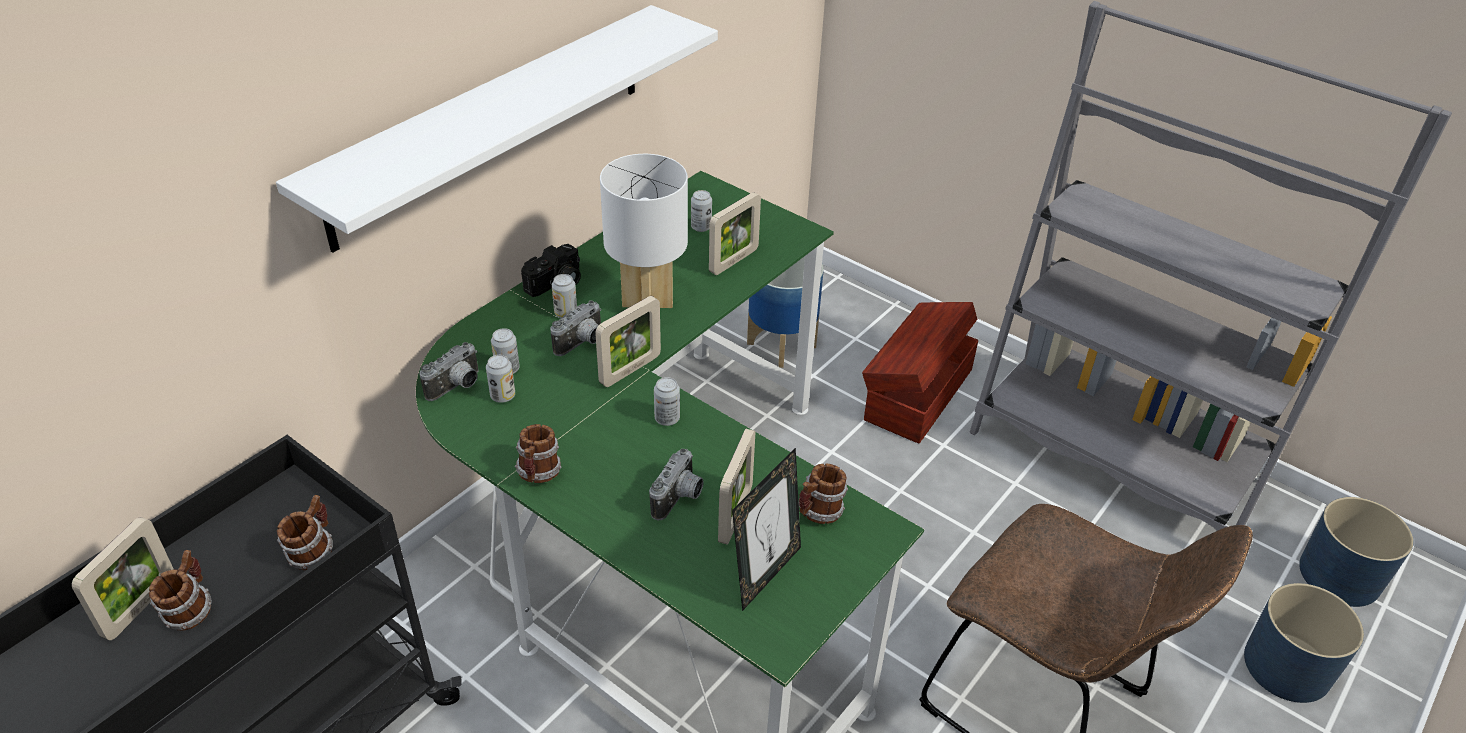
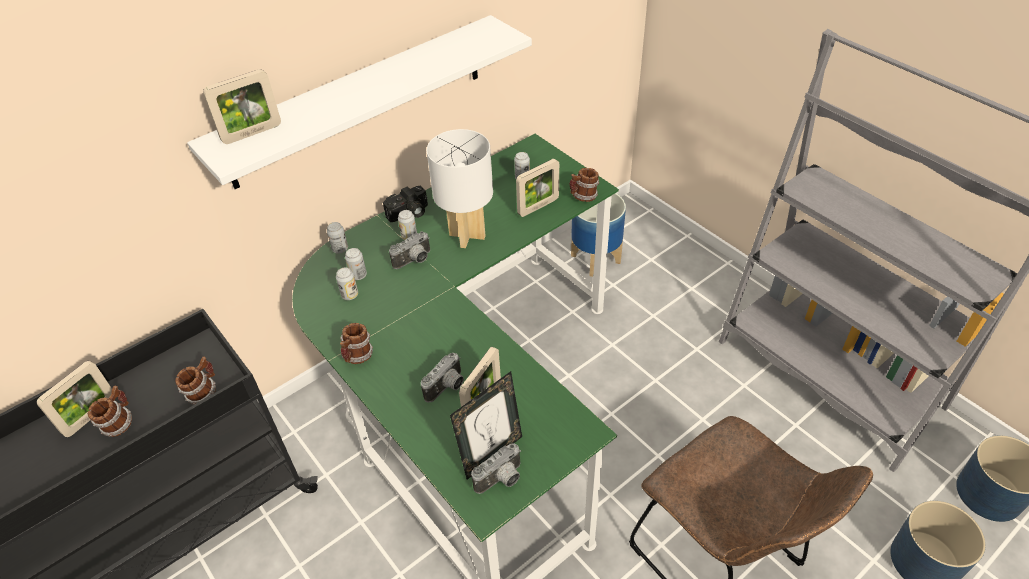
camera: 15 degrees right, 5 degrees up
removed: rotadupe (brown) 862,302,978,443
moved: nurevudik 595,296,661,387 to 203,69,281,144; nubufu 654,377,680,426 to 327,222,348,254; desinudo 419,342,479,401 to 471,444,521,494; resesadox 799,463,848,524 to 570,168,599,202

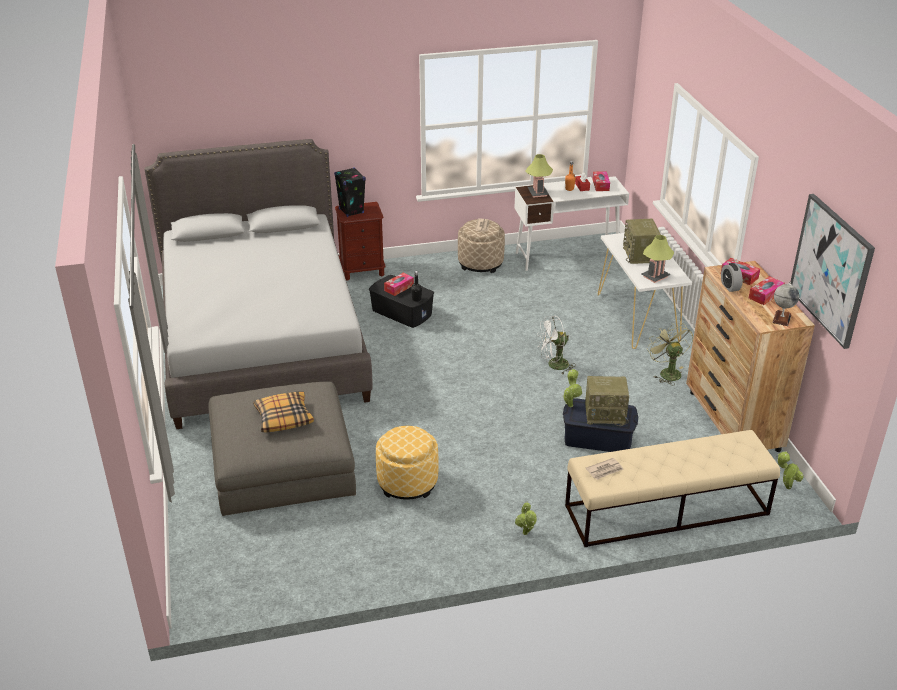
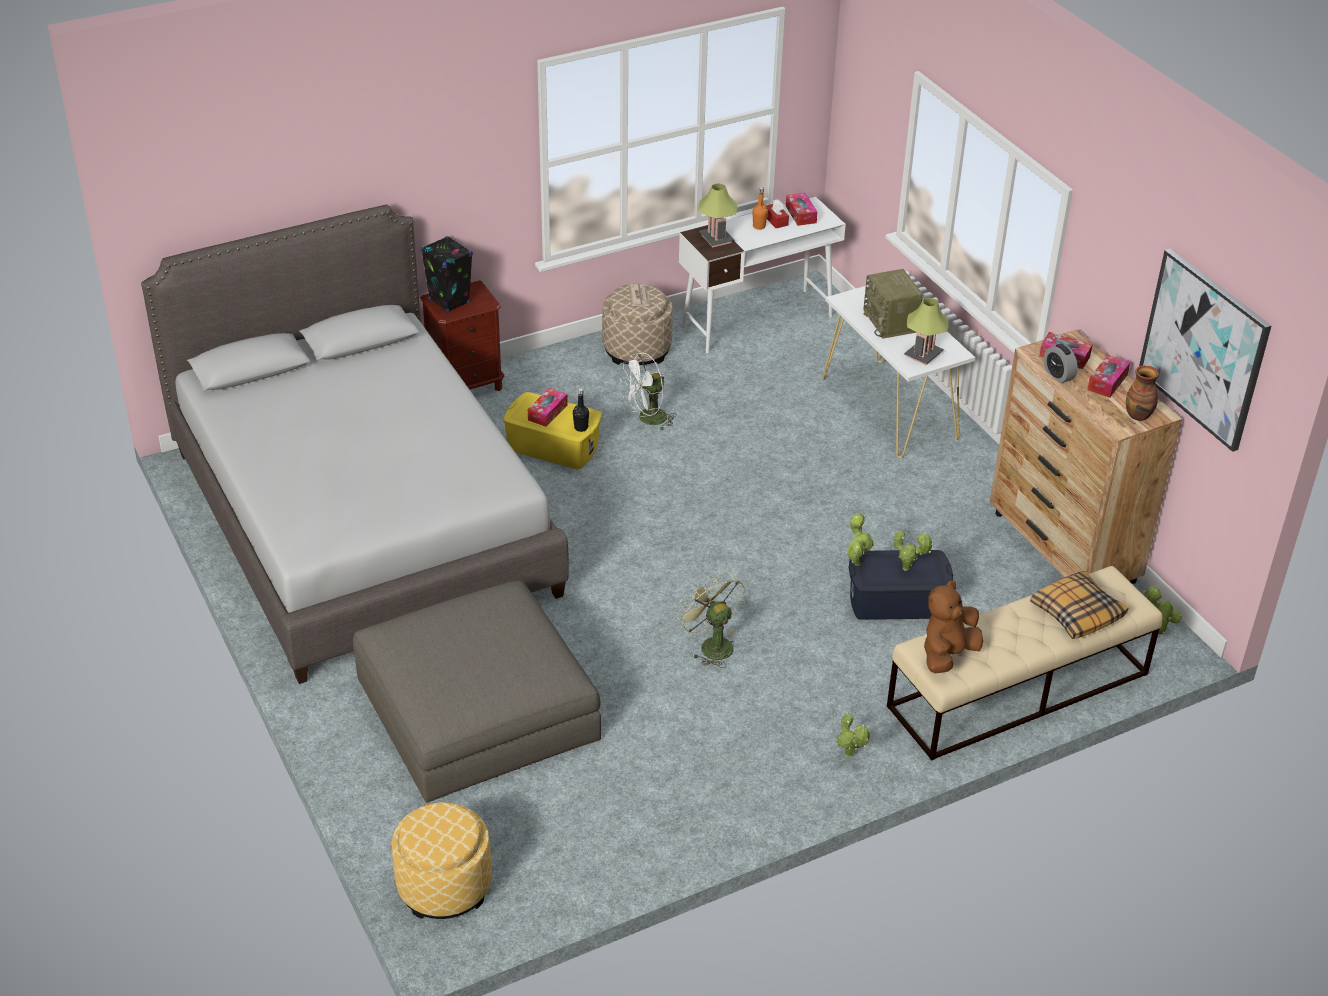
camera: 15 degrees left, 5 degrees up
moved: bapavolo 376,426,439,500 to 392,802,491,919; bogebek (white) 538,316,575,375 to 620,352,677,431; bogebek (green) 647,323,693,385 to 677,572,744,668; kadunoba 253,391,314,432 to 1030,571,1128,639
replaced: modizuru 585,376,629,426 to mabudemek 894,530,934,571; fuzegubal 586,458,623,480 to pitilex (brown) 924,581,983,674; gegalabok 772,282,799,326 to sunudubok 1126,365,1159,421
recoloured: rotadupe (black) 369,275,434,328 to rotadupe (yellow) 503,392,602,470

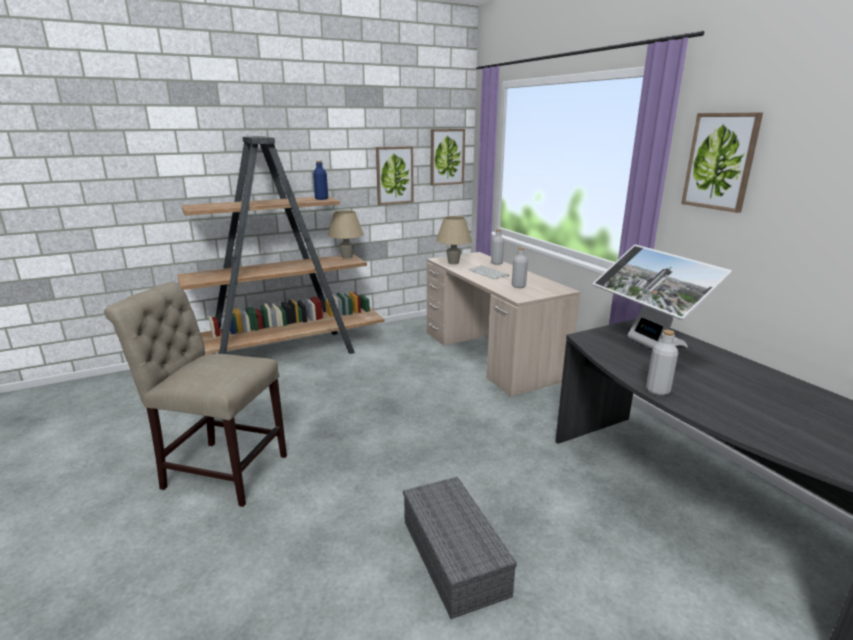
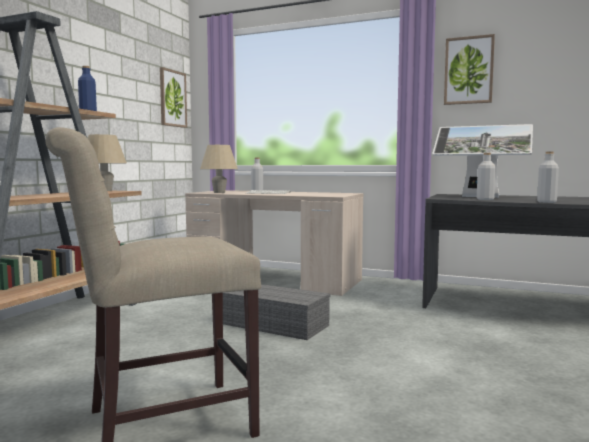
camera: 40 degrees left, 15 degrees down
removed: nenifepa 376,146,414,205
moved: rotadupe (grey) 403,477,517,619 to 223,284,330,340; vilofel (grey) 512,247,528,288 to 477,153,496,200

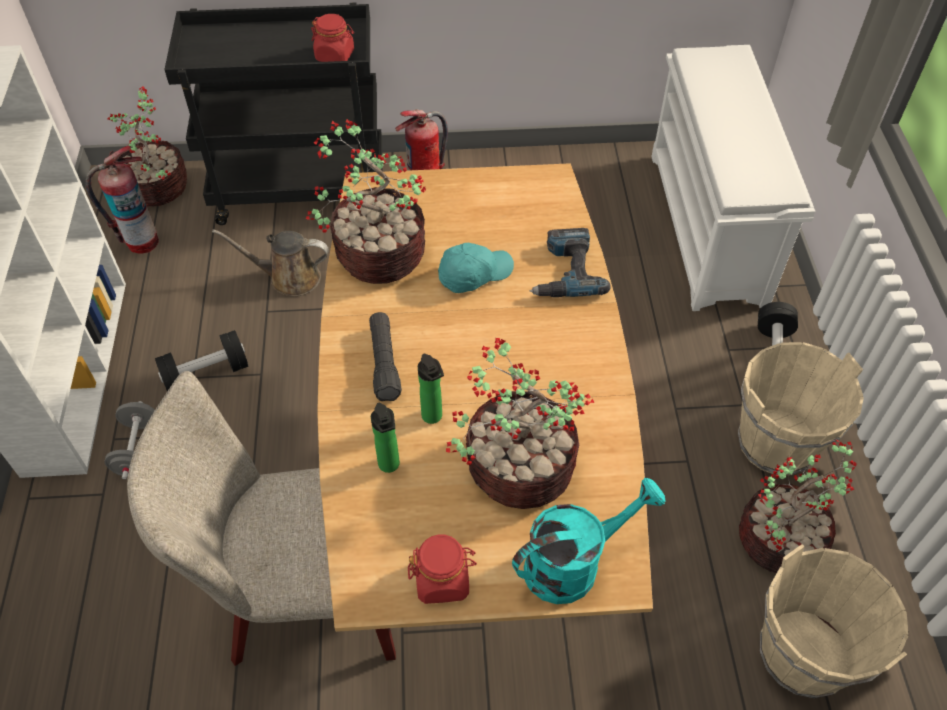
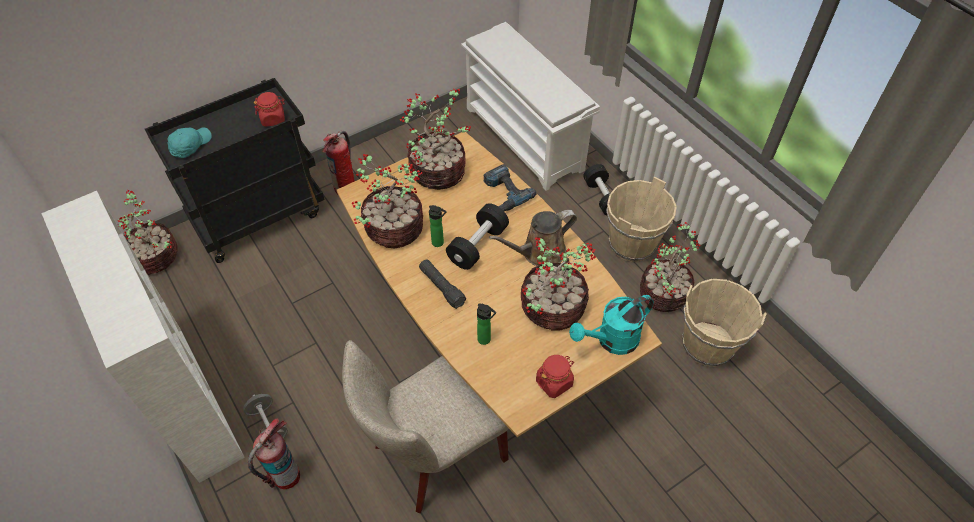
camera: 30 degrees left, 0 degrees up
added: mabudemek 400,89,471,190
moved: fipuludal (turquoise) 438,243,514,293 to 167,127,212,158; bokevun 86,146,159,254 to 248,418,300,489; vilofel 418,354,444,424 to 429,205,446,247; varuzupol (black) 155,330,249,391 to 446,203,509,270; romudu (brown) 212,229,329,297 to 489,210,577,266
turned: romudu (turquoise) 512,478,665,604 = 569,295,654,355 150 degrees counterclockwise

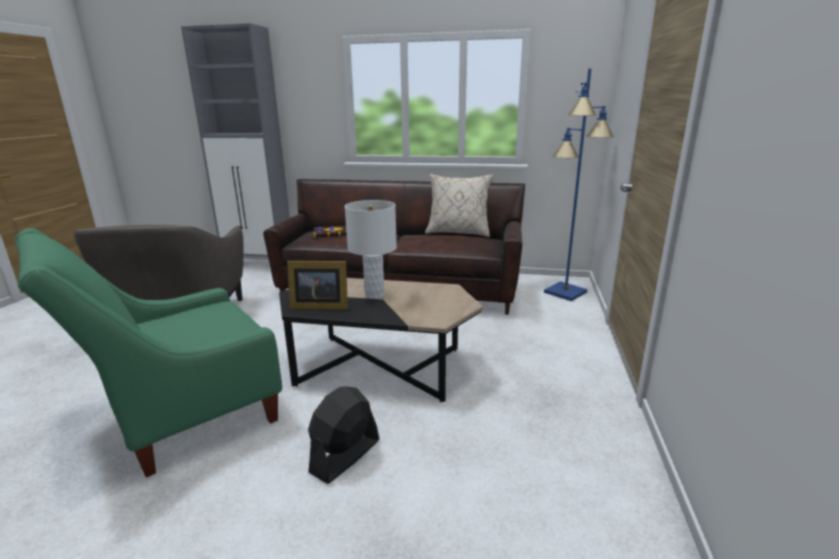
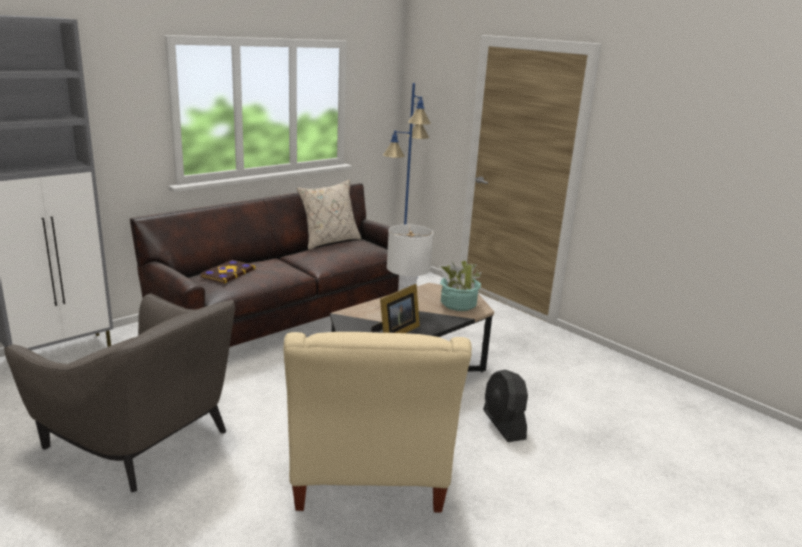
camera: 55 degrees left, 0 degrees up
added: mabudemek 439,260,481,311
recoloured: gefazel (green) 15,228,282,477 to gefazel (beige) 283,332,472,513

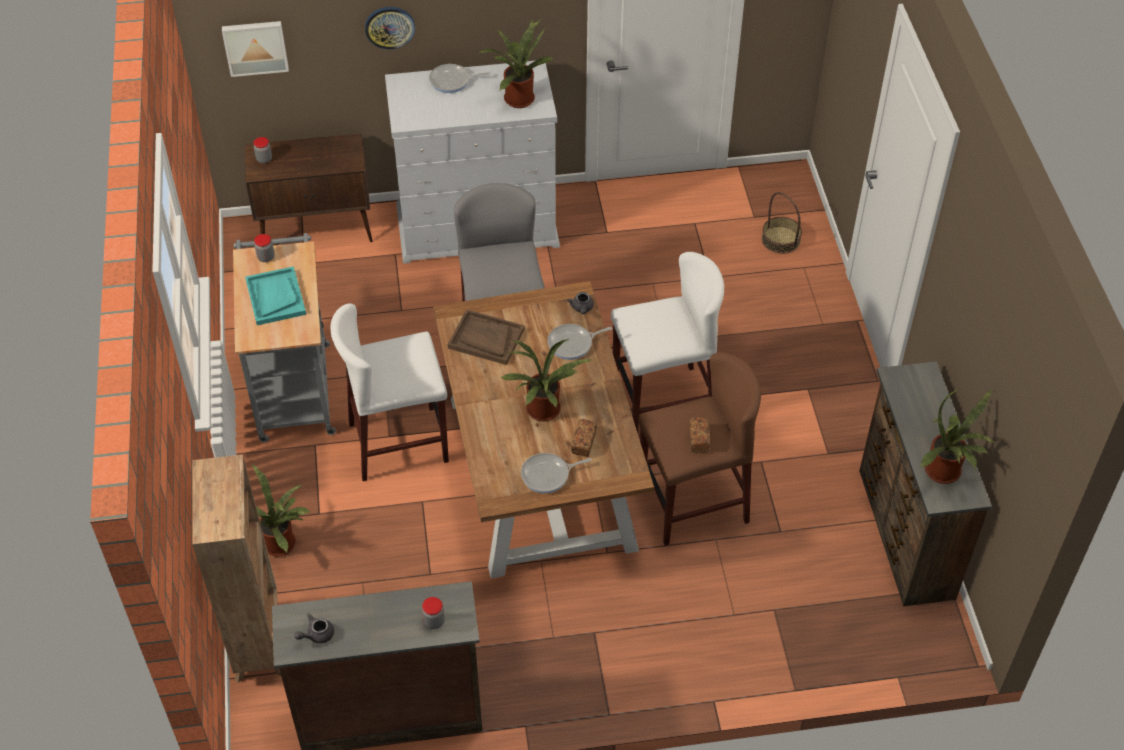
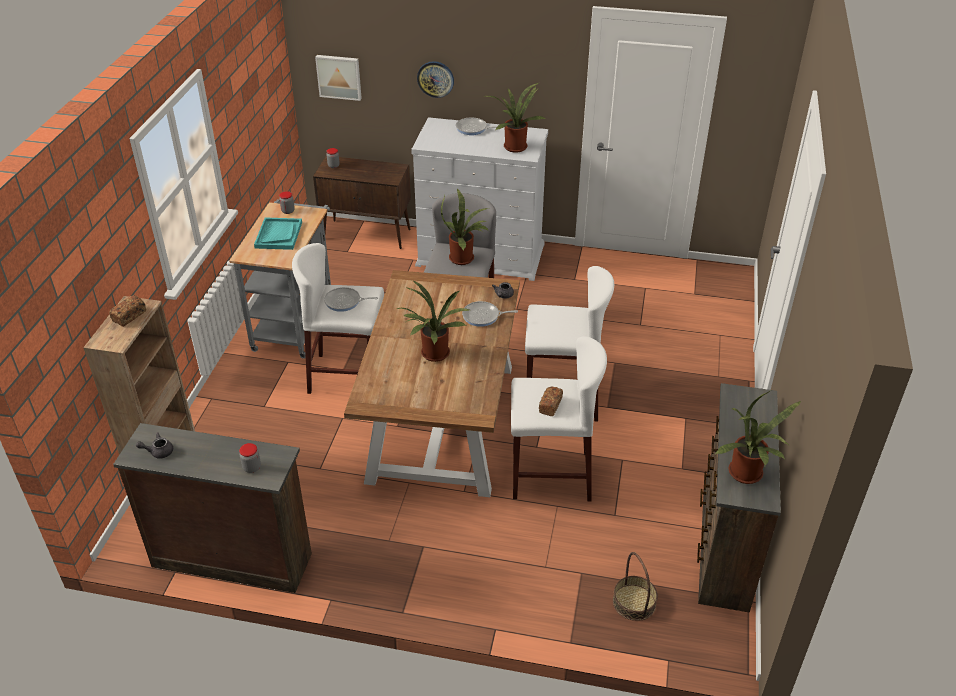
camera: 20 degrees right, 10 degrees down
removed: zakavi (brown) 447,309,525,365
moved: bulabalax 571,419,597,457 to 109,295,146,327; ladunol 521,453,591,493 to 324,287,378,312; mabudemek 252,464,311,556 to 441,189,489,265; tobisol 762,192,802,254 to 613,552,658,621
recoloured: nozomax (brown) 638,352,761,546 to nozomax (white) 511,336,607,502

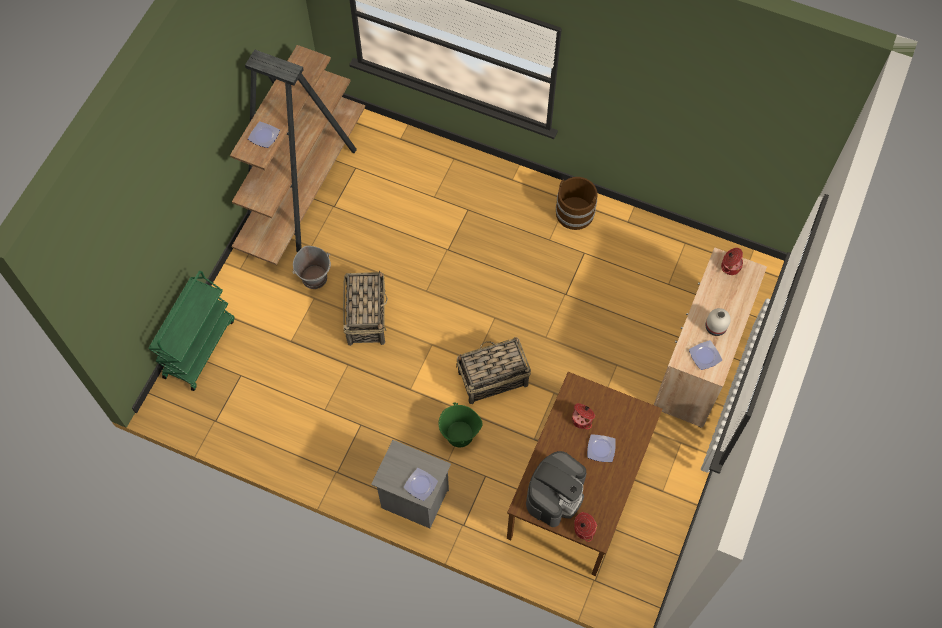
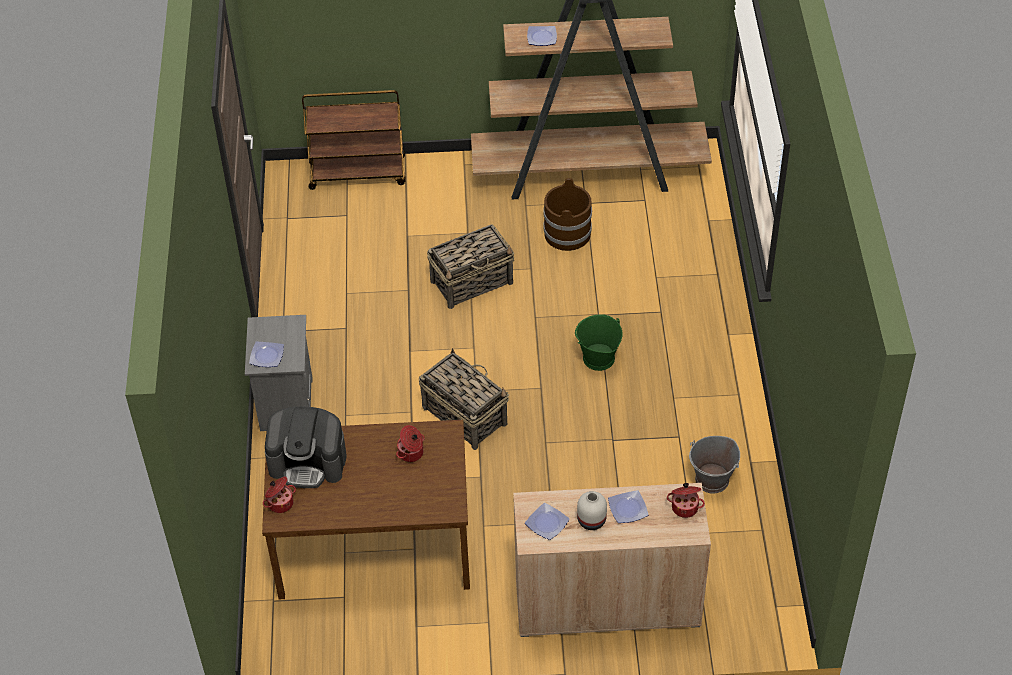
camera: 65 degrees right, 15 degrees down
moved: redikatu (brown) 556,177,598,230 to 543,178,592,251; redikatu (green) 439,403,483,447 to 575,314,623,371; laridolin 587,434,616,462 to 608,490,648,523; redikatu (grey) 293,246,331,289 to 689,436,740,494
recoloured: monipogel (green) 148,271,235,391 to monipogel (brown) 302,90,406,190

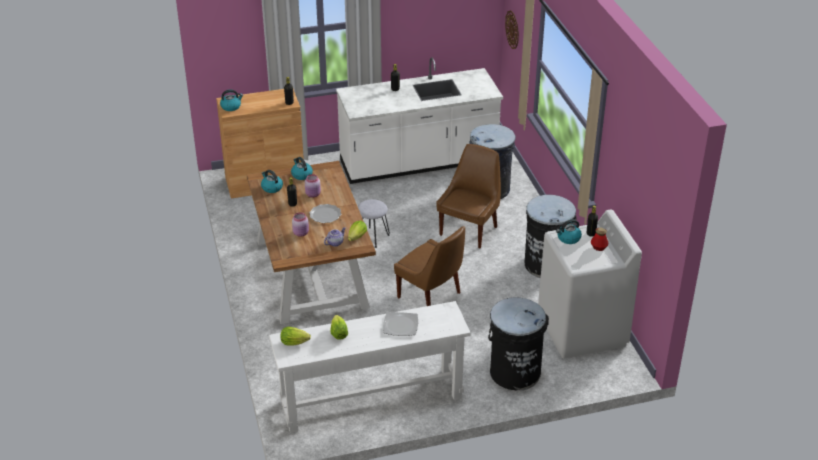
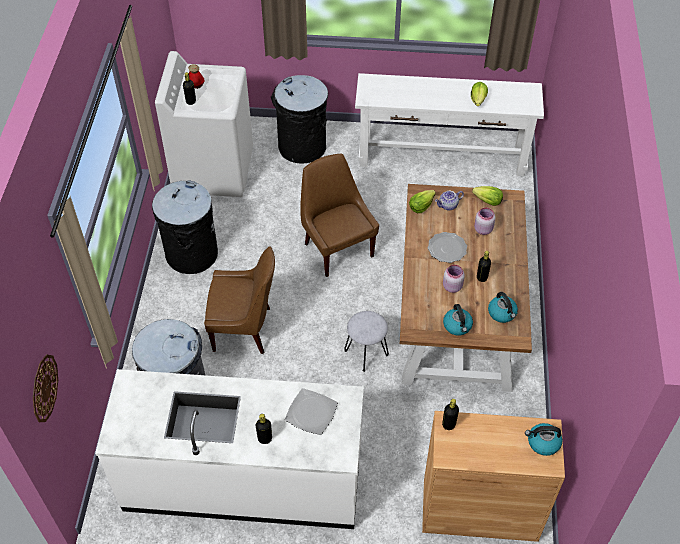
camera: 160 degrees left, 15 degrees up
removed: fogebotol 556,219,582,244
moved: laridolin 383,312,418,336 to 285,388,338,435; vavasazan 280,327,311,346 to 472,186,503,206
turned: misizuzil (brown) 436,144,501,248 = 204,246,275,354 135 degrees counterclockwise

